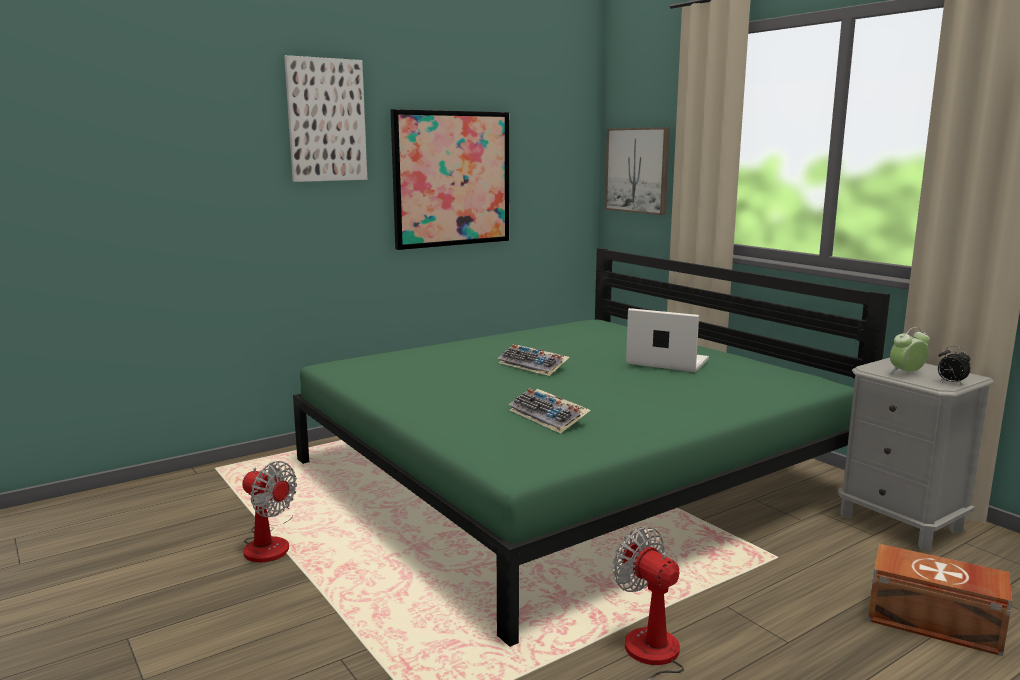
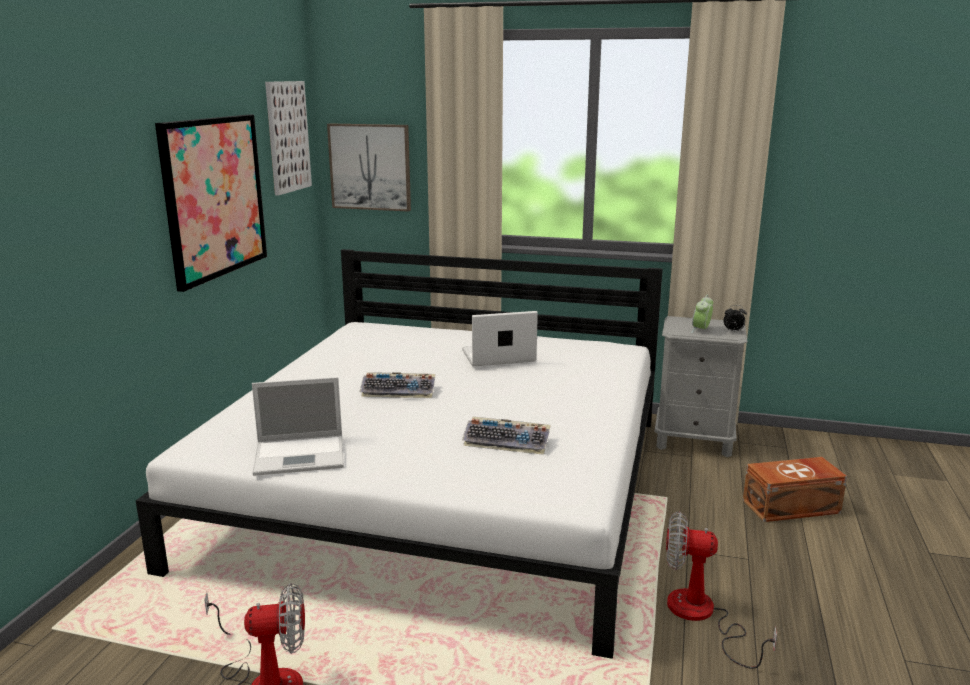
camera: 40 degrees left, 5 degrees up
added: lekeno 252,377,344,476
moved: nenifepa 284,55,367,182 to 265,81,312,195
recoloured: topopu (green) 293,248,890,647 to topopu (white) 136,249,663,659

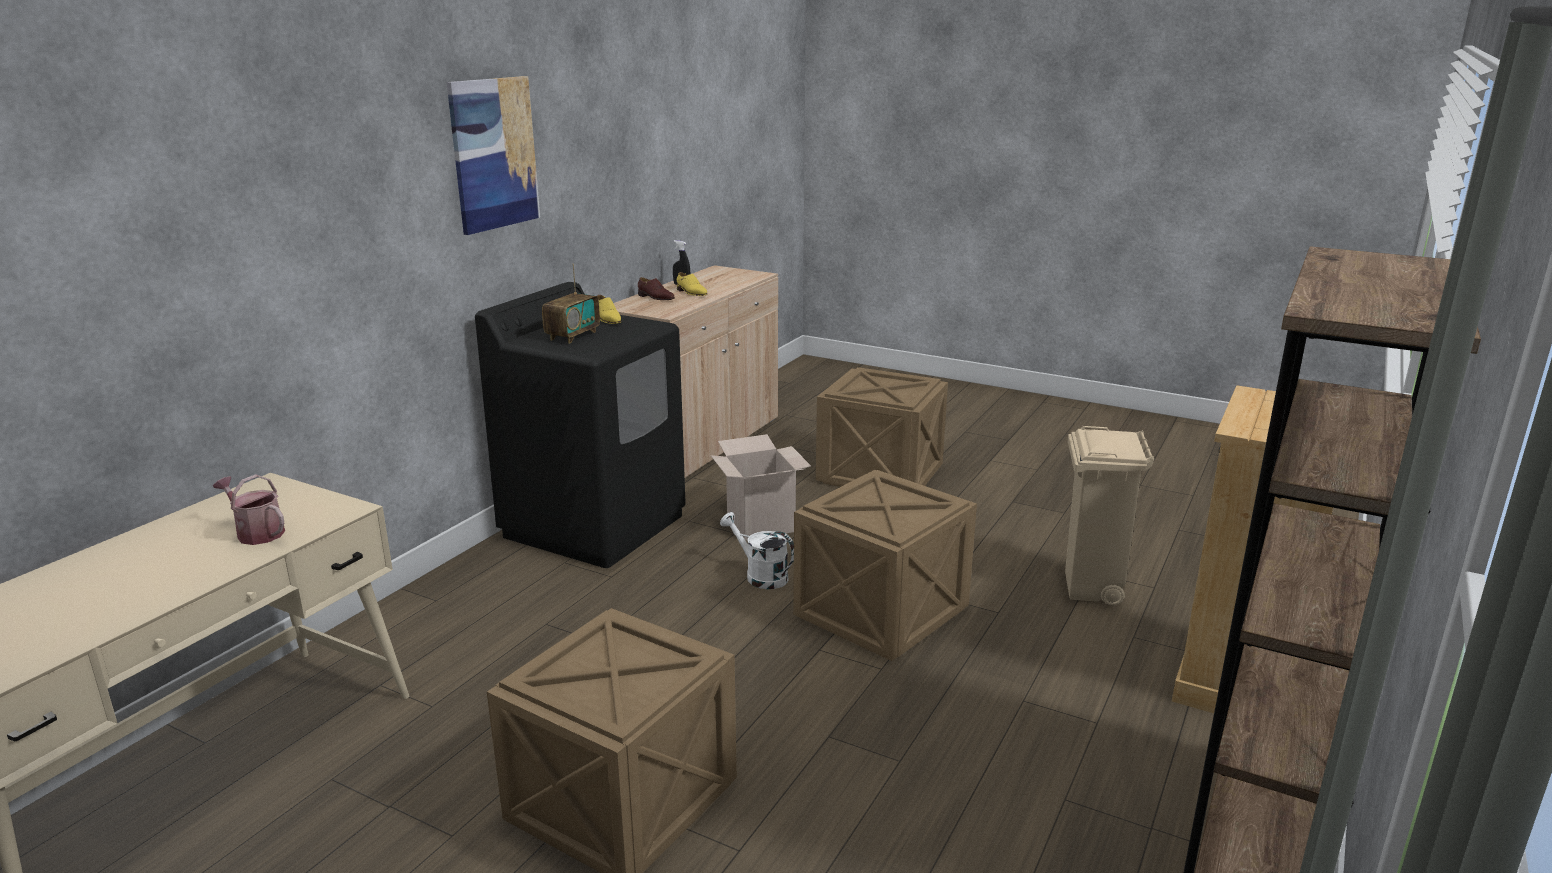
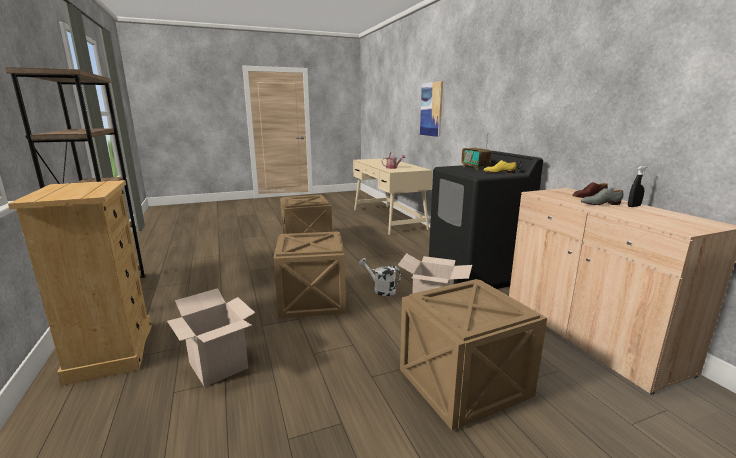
camera: 130 degrees right, 5 degrees down
moved: nenifepa 447,76,540,235 to 420,81,443,137
replaced: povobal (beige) 1065,426,1154,605 to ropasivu 167,288,255,387
recoloured: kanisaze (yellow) 677,272,708,296 to kanisaze (grey) 581,188,624,205
turned: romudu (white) 720,512,794,589 = 359,258,401,296 135 degrees counterclockwise

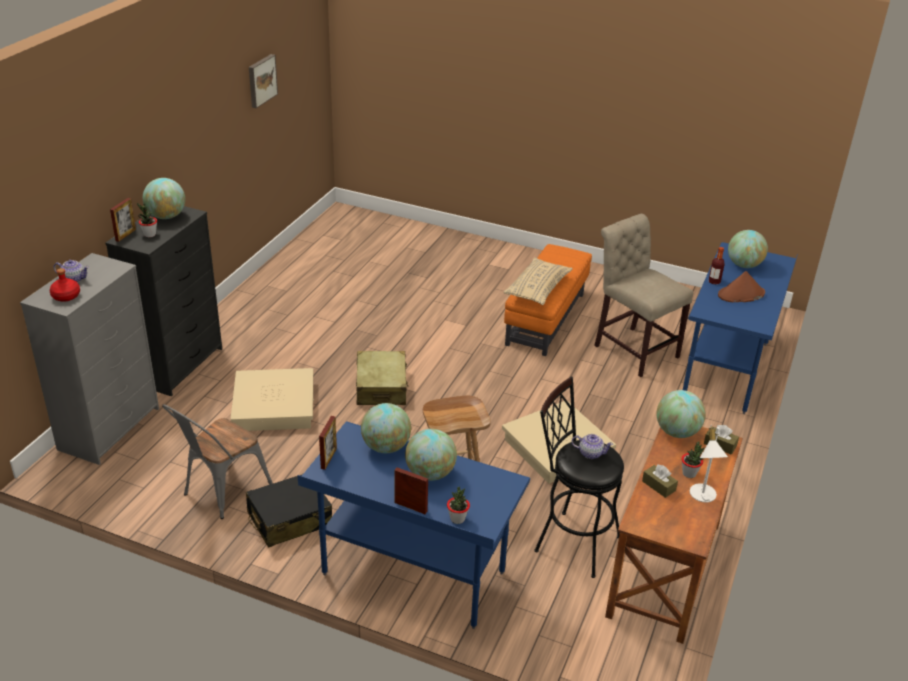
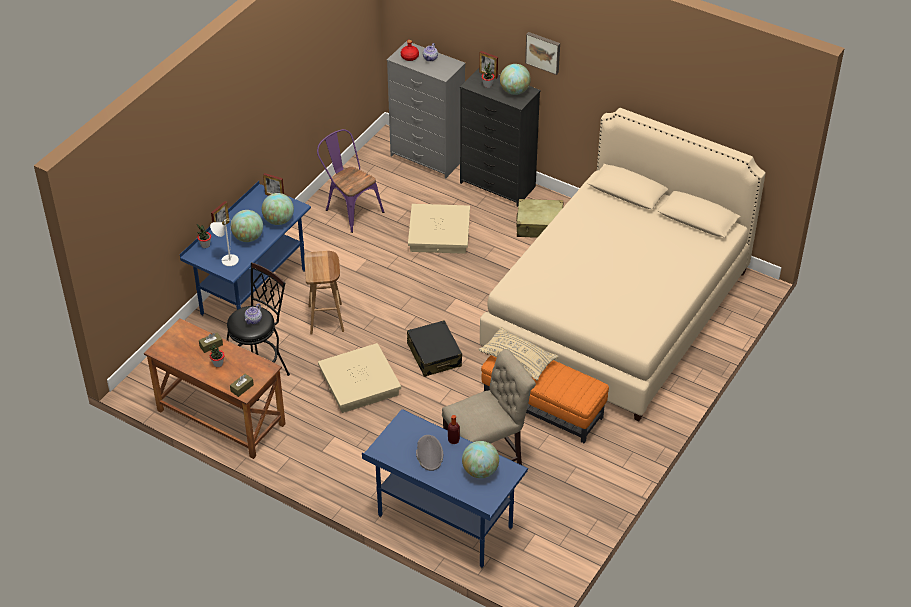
camera: 100 degrees right, 10 degrees up
removed: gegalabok 656,390,706,438
added: topopu (beige) 480,108,766,422
moved: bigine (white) 690,425,728,503 to 210,218,239,266; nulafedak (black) 246,473,332,547 to 407,320,462,377; nulafedak (beige) 356,351,409,405 to 516,199,563,238; nenifepa 249,54,278,108 to 525,32,560,75
recoloured: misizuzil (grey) 162,404,273,519 to misizuzil (purple) 317,129,384,233; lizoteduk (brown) 718,271,765,302 to lizoteduk (grey) 416,435,443,471

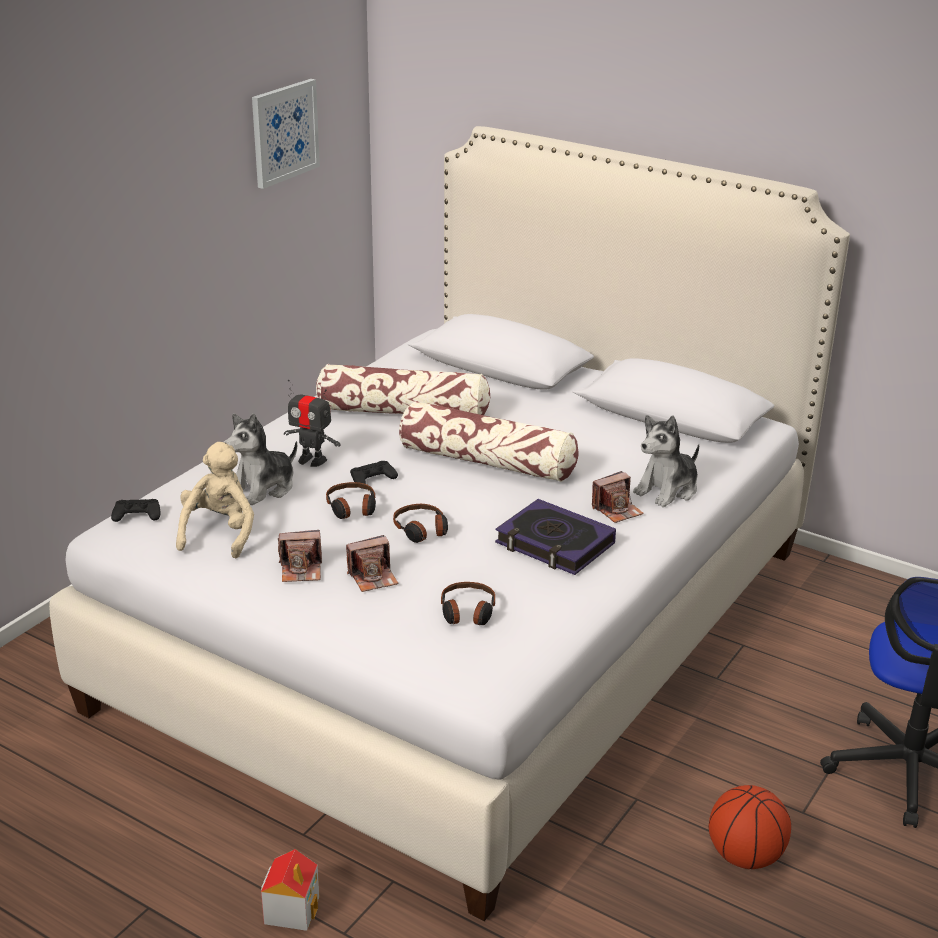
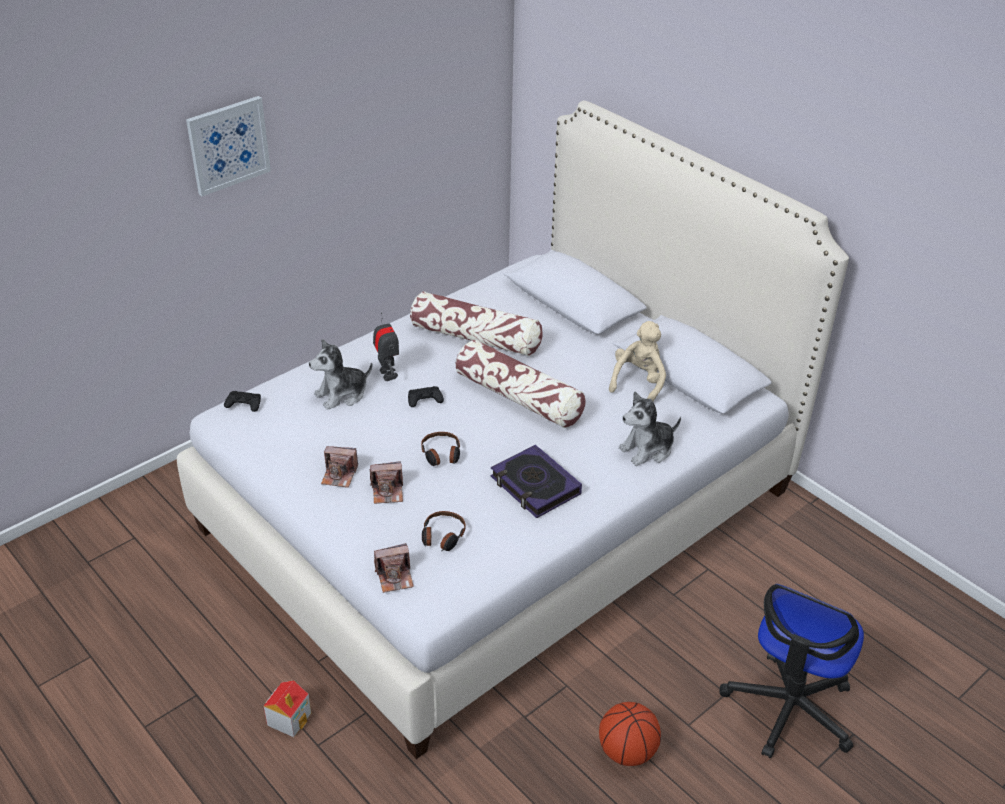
camera: 15 degrees right, 10 degrees up
removed: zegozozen 326,482,376,519
moved: nenifepa 252,79,320,189 to 186,96,271,196; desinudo 592,471,644,523 to 374,543,414,593; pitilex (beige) 176,442,254,558 to 609,321,666,401
turned: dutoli 284,379,341,467 = 373,312,399,381 150 degrees counterclockwise

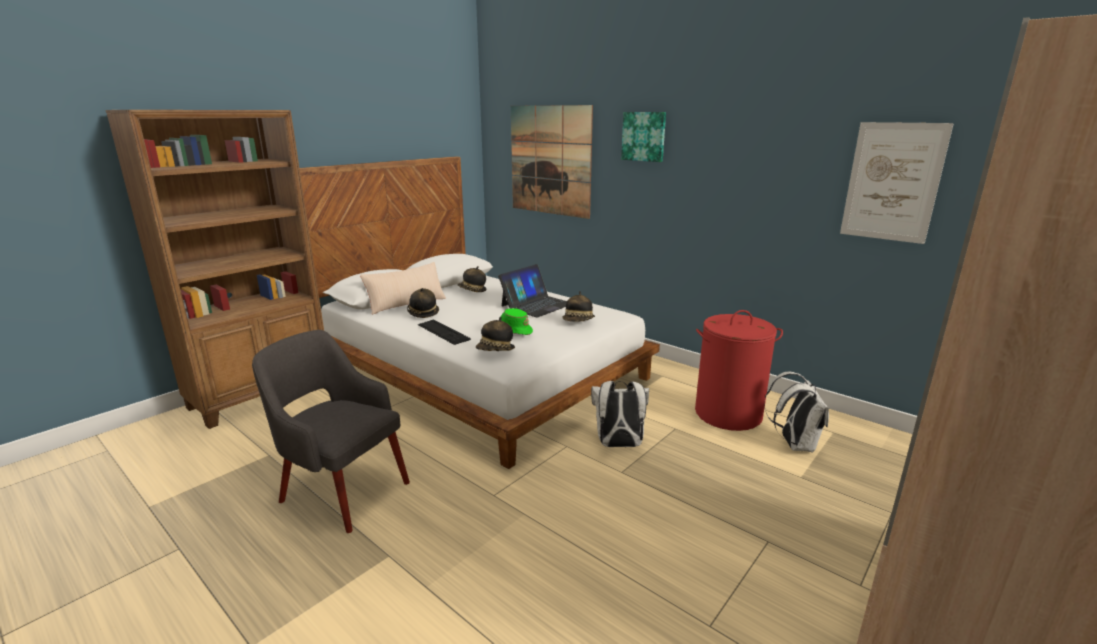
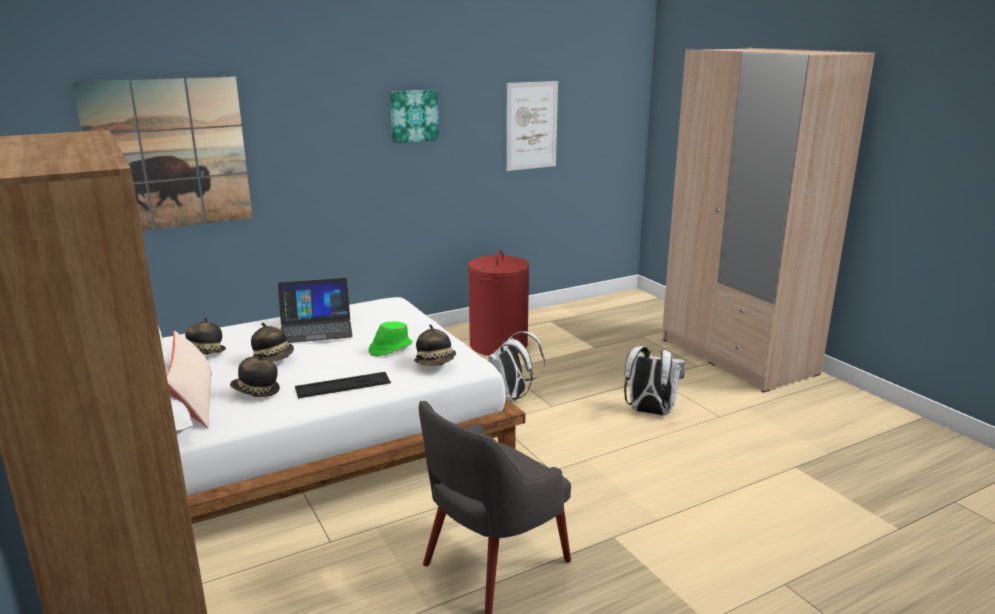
camera: 70 degrees left, 0 degrees up
moved: lizoteduk 563,291,595,322 to 251,323,294,362; nenifepa 621,112,666,162 to 390,90,439,143; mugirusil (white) 764,372,829,453 to 624,346,685,416
turned: lekeno 498,264,567,318 = 278,278,353,343 105 degrees clockwise

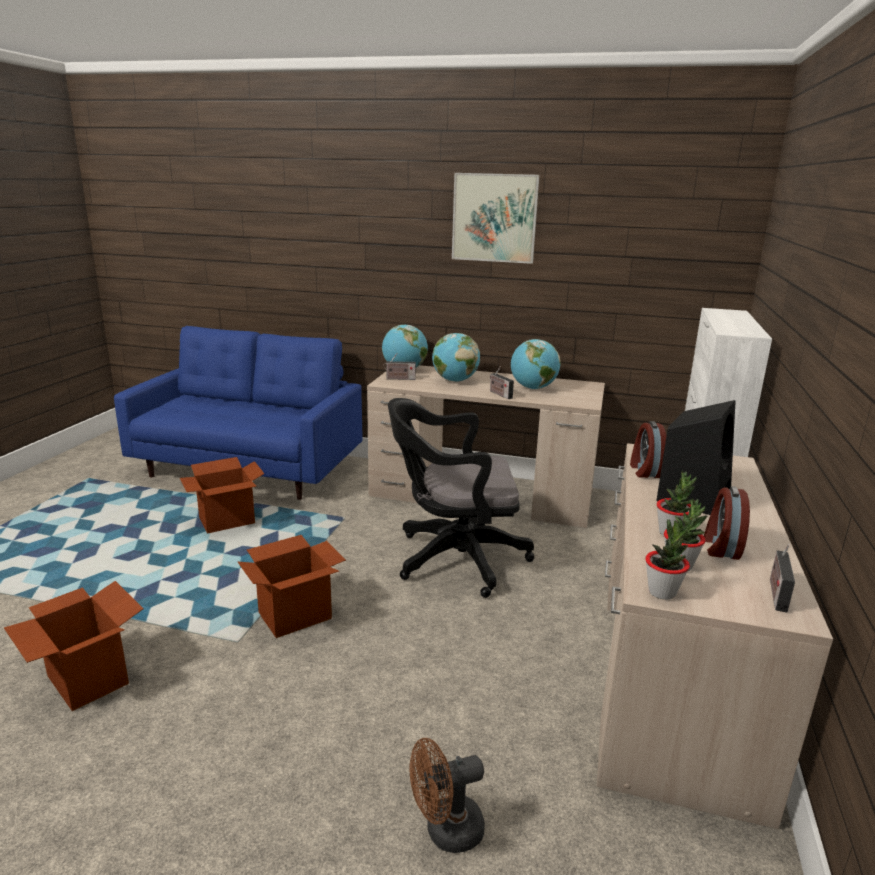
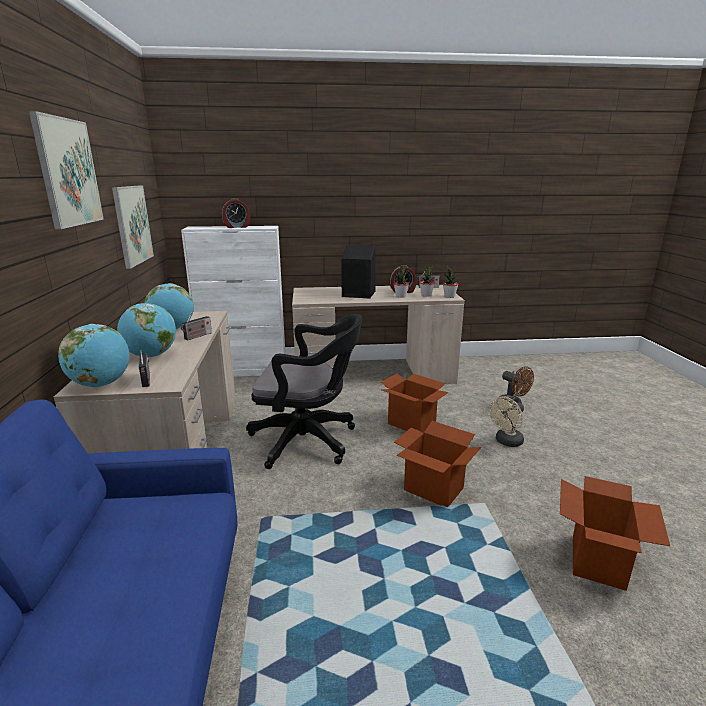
camera: 110 degrees left, 0 degrees up
added: nenifepa 112,185,154,269; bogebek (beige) 490,397,524,447
moved: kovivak 630,421,666,478 to 222,198,250,228; ropasivu 180,457,264,533 to 381,374,449,433
turned: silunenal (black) 388,398,535,598 = 246,314,362,469 60 degrees counterclockwise

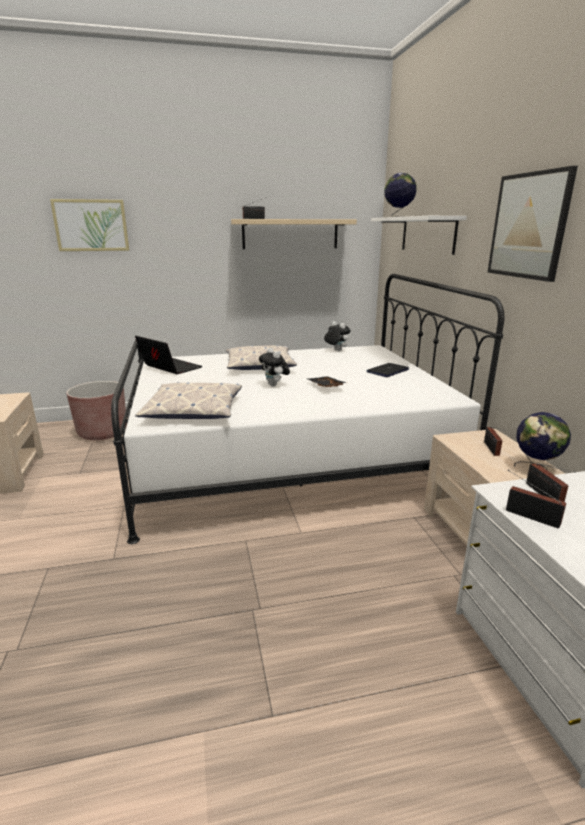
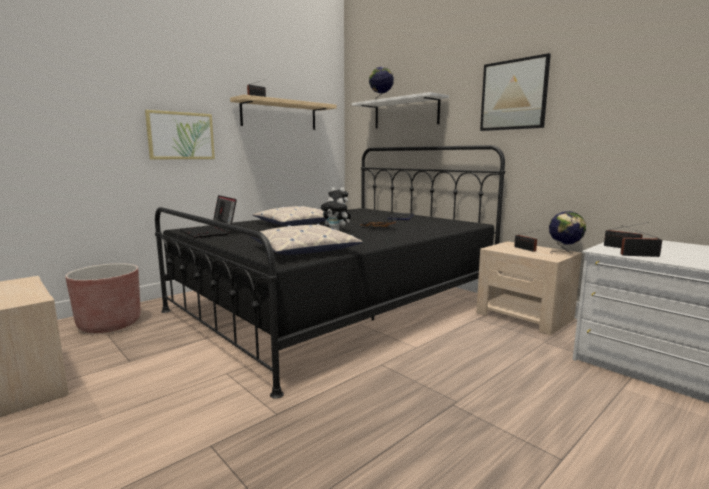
camera: 30 degrees left, 10 degrees down
moved: nenifepa 50,199,129,251 to 145,110,215,159
recoloured: topopu (white) 111,274,504,544 to topopu (black) 155,145,505,399
turned: lekeno 135,336,202,374 = 180,195,237,238 135 degrees counterclockwise

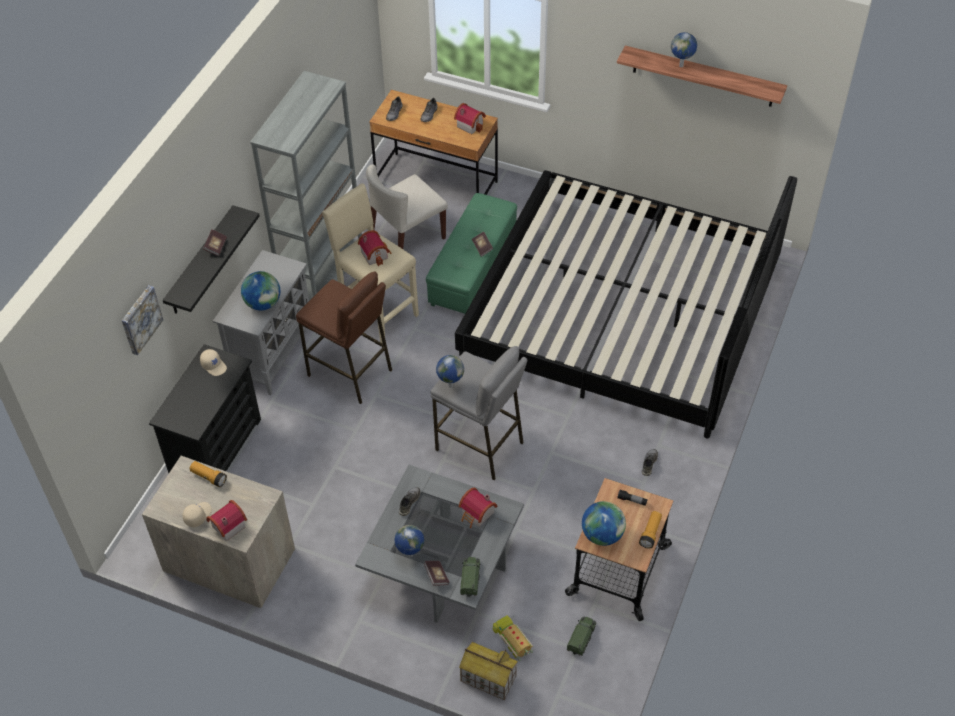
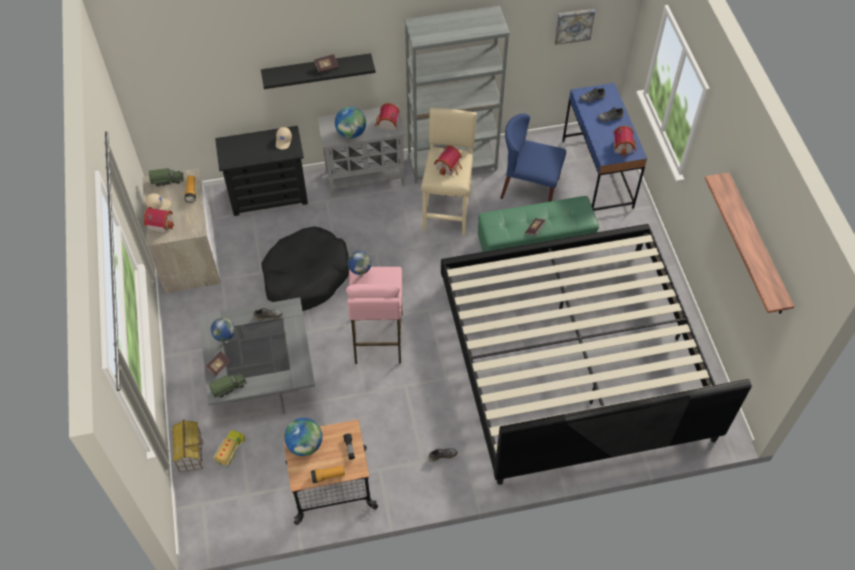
camera: 55 degrees right, 5 degrees up
removed: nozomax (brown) 296,272,392,404; gegalabok 671,32,697,67
added: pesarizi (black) 261,226,349,311
moved: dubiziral 567,617,597,656 to 149,168,184,186; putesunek 459,488,498,528 to 375,103,400,131; nenifepa 122,285,163,355 to 554,9,595,45
recoloured: nozomax (grey) 430,346,527,480 to nozomax (pink) 346,267,403,364; misizuzil (beige) 366,165,448,249 to misizuzil (blue) 500,114,566,202; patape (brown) 369,90,498,195 to patape (blue) 562,83,647,211

